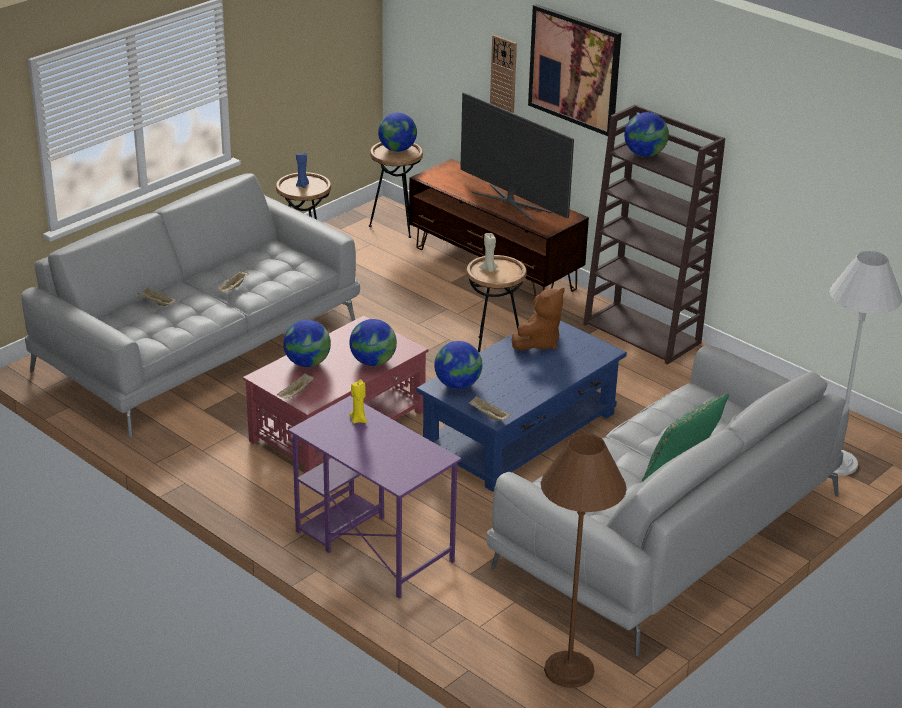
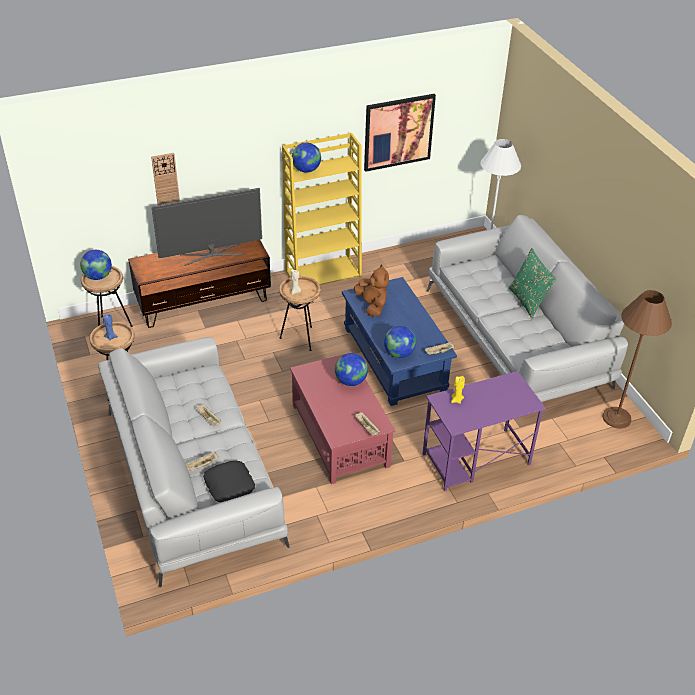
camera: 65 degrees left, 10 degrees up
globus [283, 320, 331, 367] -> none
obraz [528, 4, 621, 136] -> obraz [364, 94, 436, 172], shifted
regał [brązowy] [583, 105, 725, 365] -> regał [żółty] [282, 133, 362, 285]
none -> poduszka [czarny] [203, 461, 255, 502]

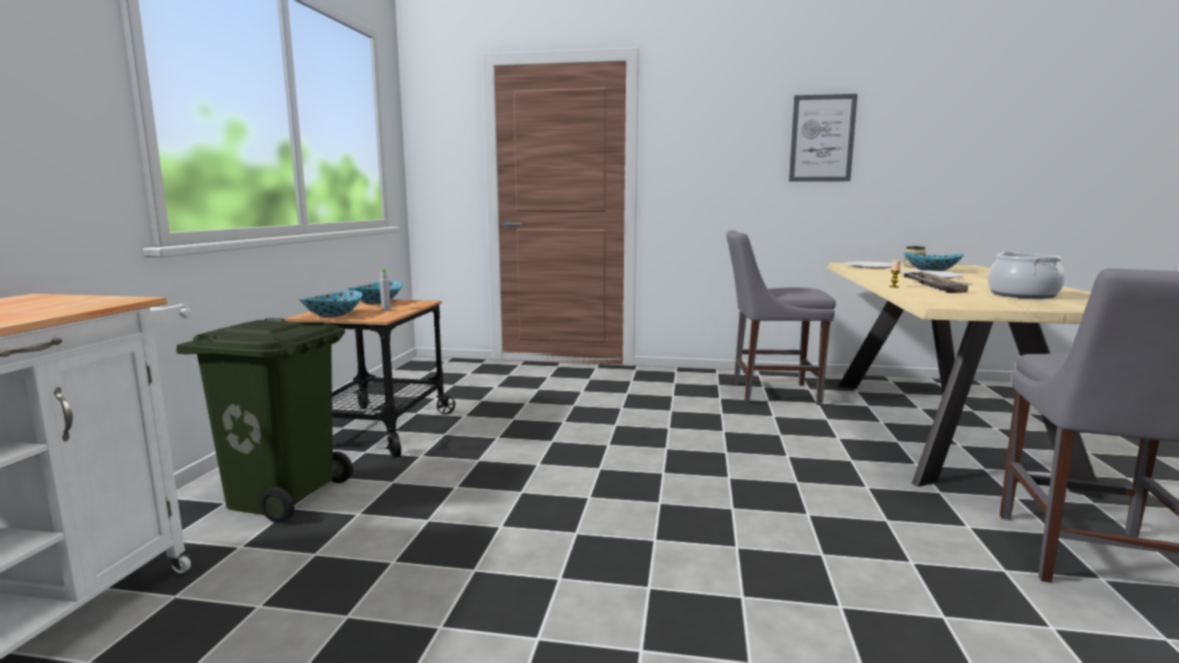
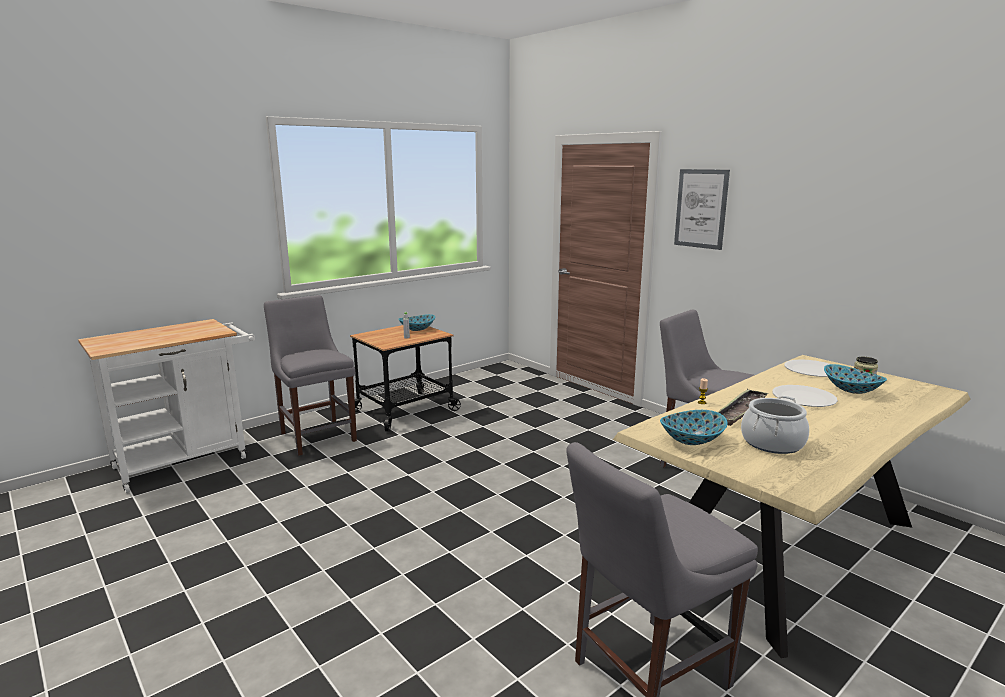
camera: 40 degrees right, 5 degrees up
kosz na śmieci [zielony] [176, 318, 353, 523] -> krzesło [szary] [264, 295, 357, 456]
miska [299, 290, 363, 318] -> miska [660, 410, 728, 445], shifted
obraz [789, 94, 858, 182] -> obraz [674, 169, 730, 250], shifted

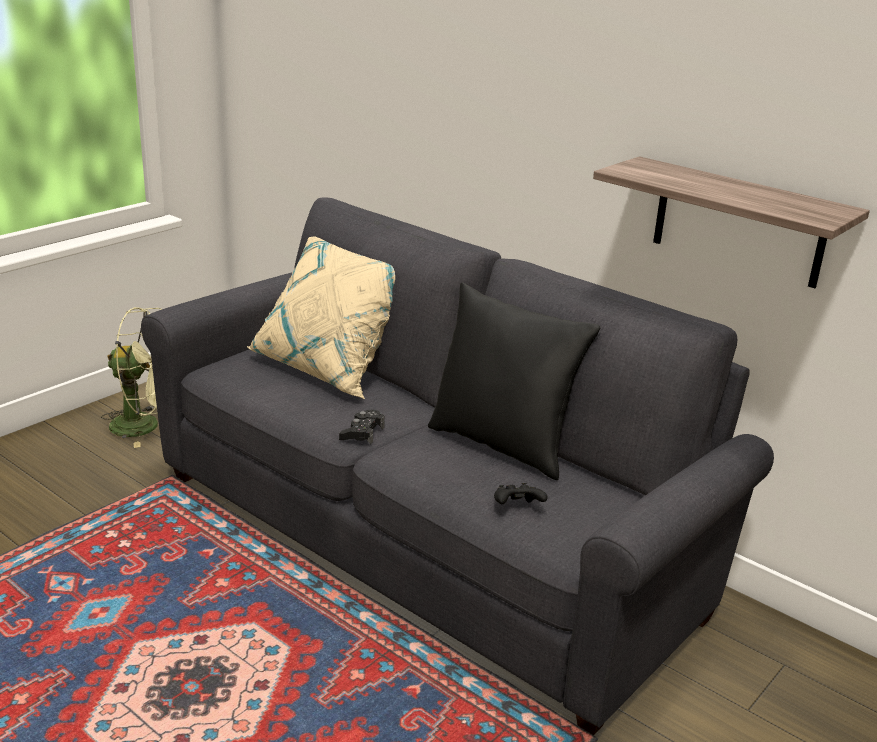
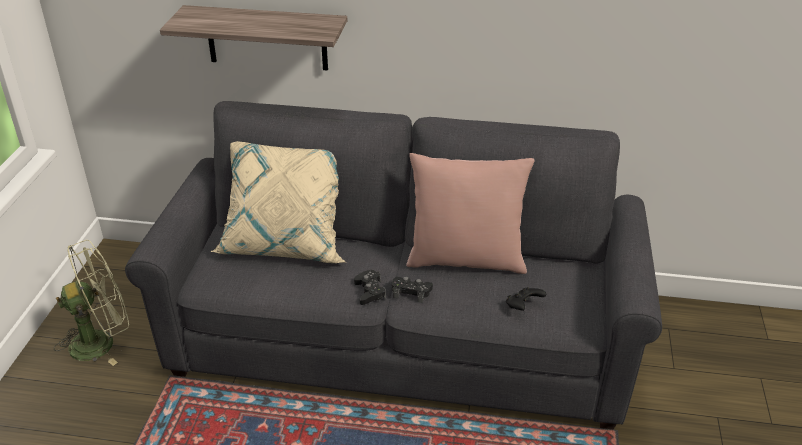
camera: 30 degrees left, 10 degrees up
poduszka [czarny] [428, 282, 600, 480] -> poduszka [różowy] [406, 153, 535, 274]
półka [593, 156, 870, 288] -> półka [160, 5, 347, 70], shifted
none -> pad do gier [czarny] [391, 277, 433, 303]

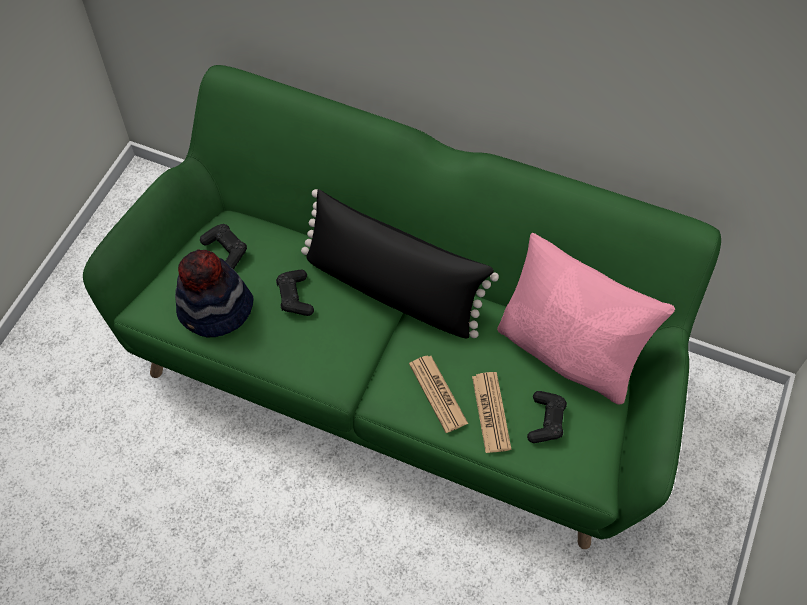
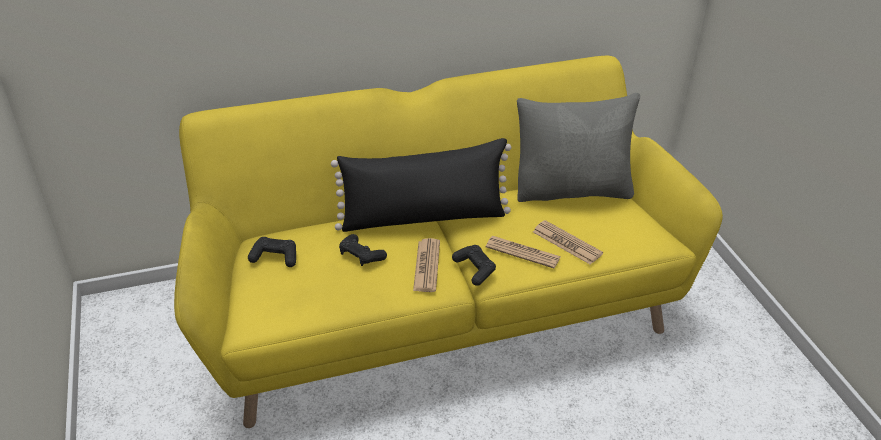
camera: 40 degrees left, 20 degrees down
kanapa [zielony] [83, 65, 721, 549] -> kanapa [żółty] [174, 56, 723, 428]
kapelusz [175, 249, 254, 338] -> none
poduszka [różowy] [497, 233, 675, 405] -> poduszka [szary] [517, 93, 640, 202]
pad do gier [czarny] [527, 391, 567, 443] -> pad do gier [czarny] [452, 245, 496, 286], shifted
none -> gazeta [413, 238, 440, 292]

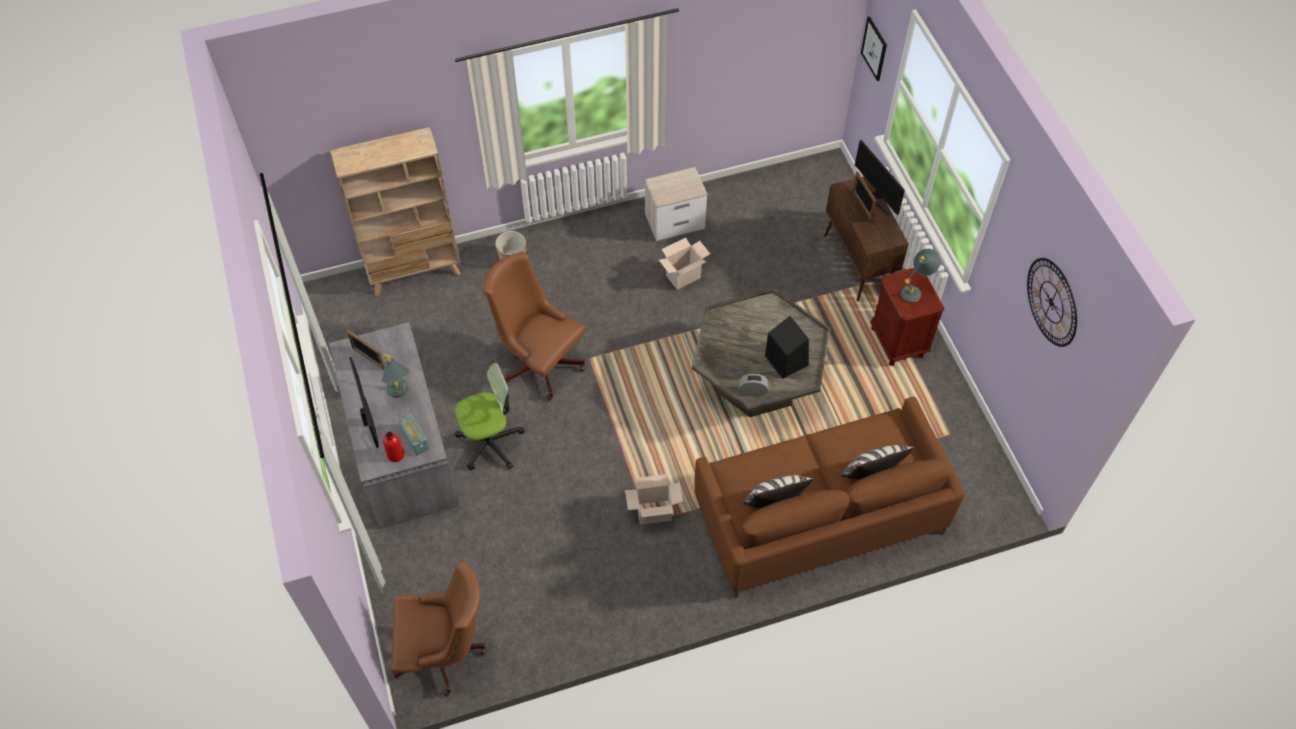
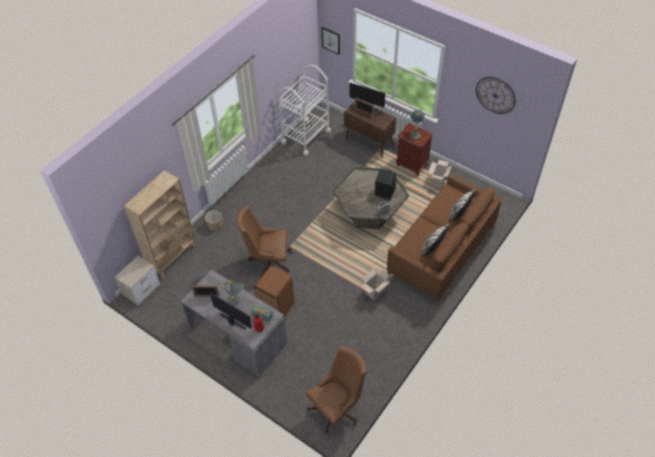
camera: 35 degrees left, 5 degrees down
krzesło biurowe [455, 362, 525, 470] -> kosz na śmieci [brązowy] [254, 266, 295, 317]
szafka nocna [645, 167, 708, 241] -> szafka nocna [115, 256, 160, 306], shifted
karton [659, 237, 710, 290] -> karton [428, 160, 452, 188], shifted
none -> wózek [biały] [278, 65, 331, 156]

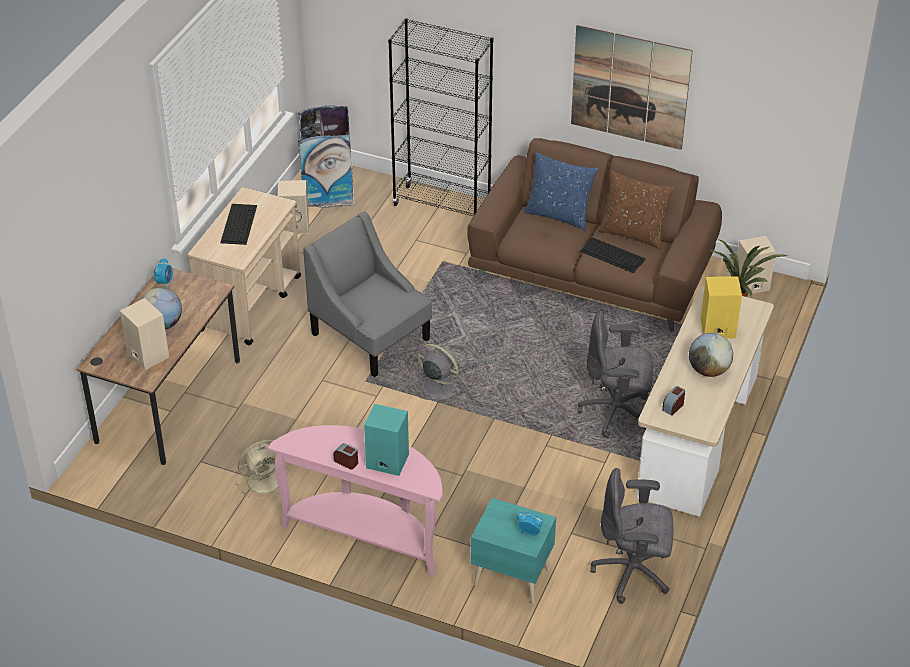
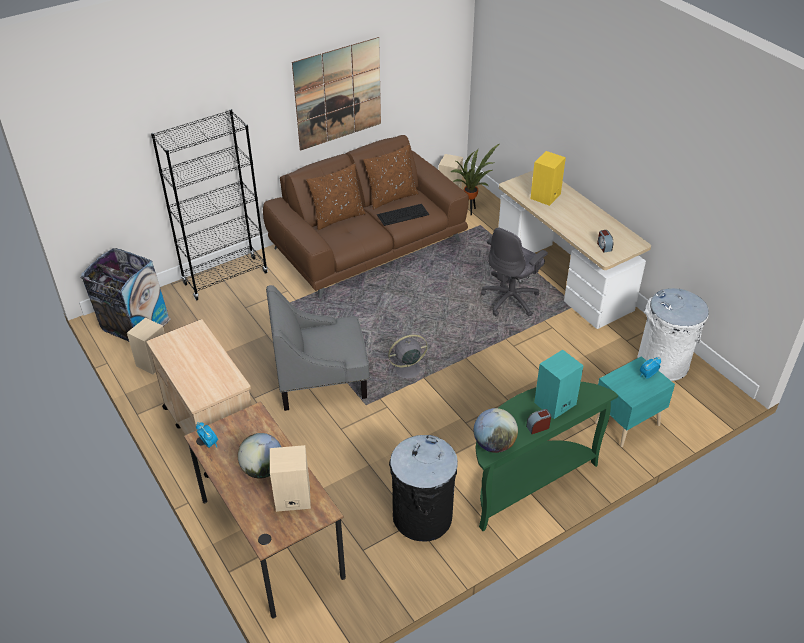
camera: 55 degrees left, 0 degrees up
klawiatura [220, 204, 257, 245] -> none
wentylator [beżowy] [236, 439, 290, 500] -> kosz na śmieci [czarny] [389, 435, 458, 542]
stolik konsolowy [różowy] [268, 425, 443, 576] -> stolik konsolowy [zielony] [476, 382, 618, 531]
poduszka [niebieski] [524, 152, 598, 230] -> poduszka [brązowy] [306, 163, 366, 230]
krzesło biurowe [szary] [590, 468, 673, 604] -> kosz na śmieci [biały] [637, 288, 709, 381]
globus [689, 333, 733, 377] -> globus [474, 408, 518, 453], shifted

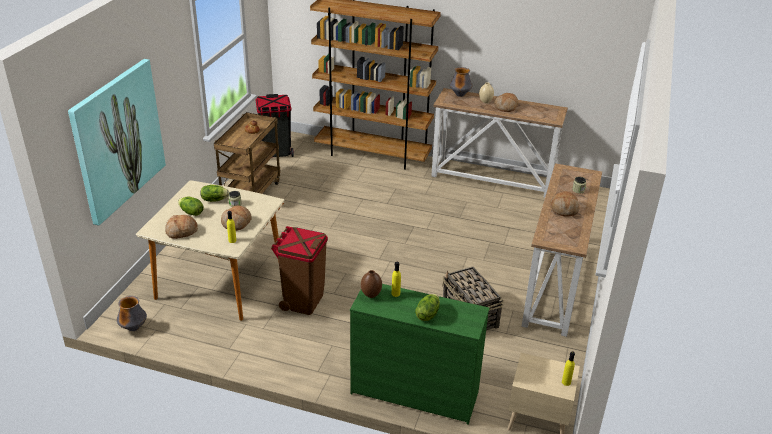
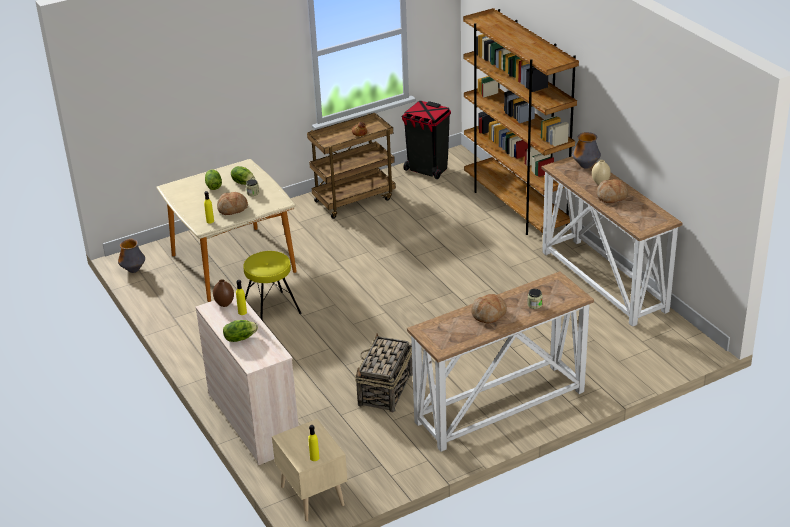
camera: 45 degrees right, 0 degrees up
obraz [68, 59, 166, 226] -> none
chleb [165, 215, 198, 239] -> none
kosz na śmieci [brązowy] [271, 226, 328, 315] -> stołek [żółty] [244, 251, 302, 320]
komoda [zielony] [350, 284, 490, 425] -> komoda [beżowy] [196, 293, 299, 465]

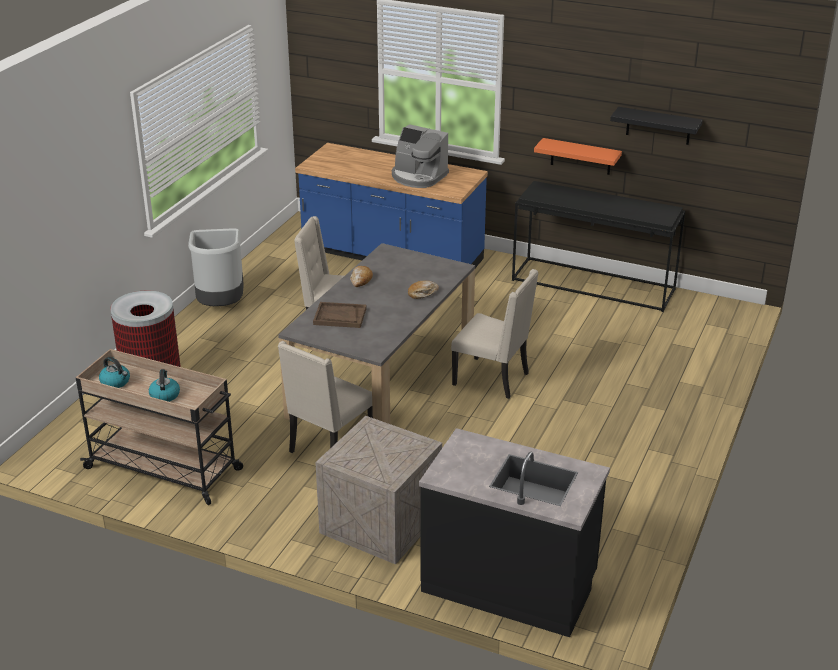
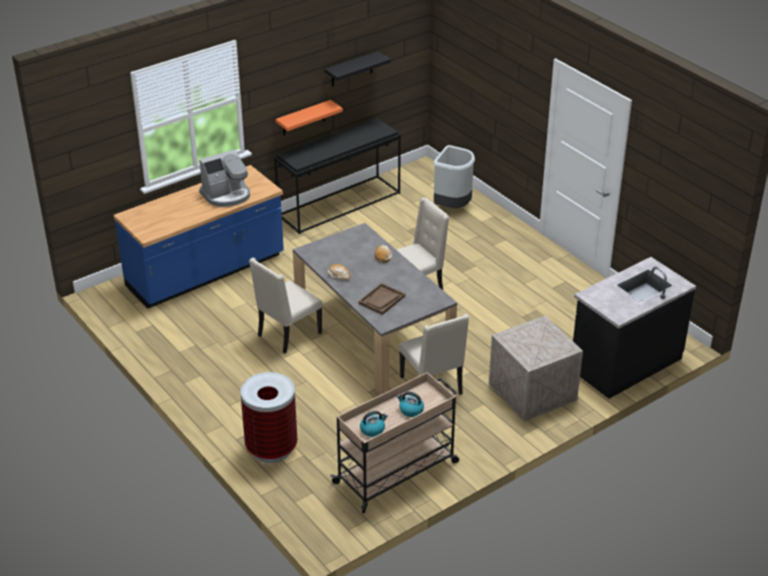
camera: 60 degrees left, 5 degrees up
kosz na śmieci [szary] [188, 228, 244, 306] -> kosz na śmieci [szary] [433, 145, 475, 208], shifted

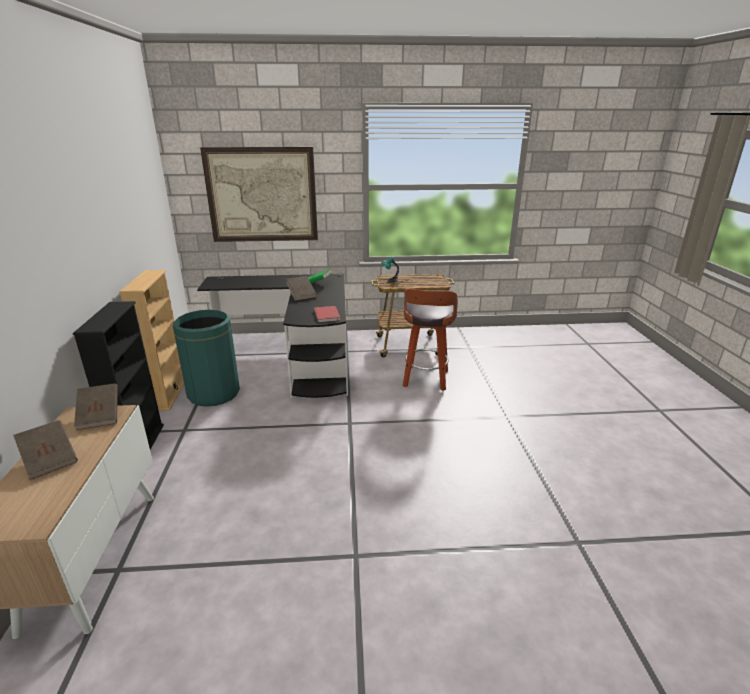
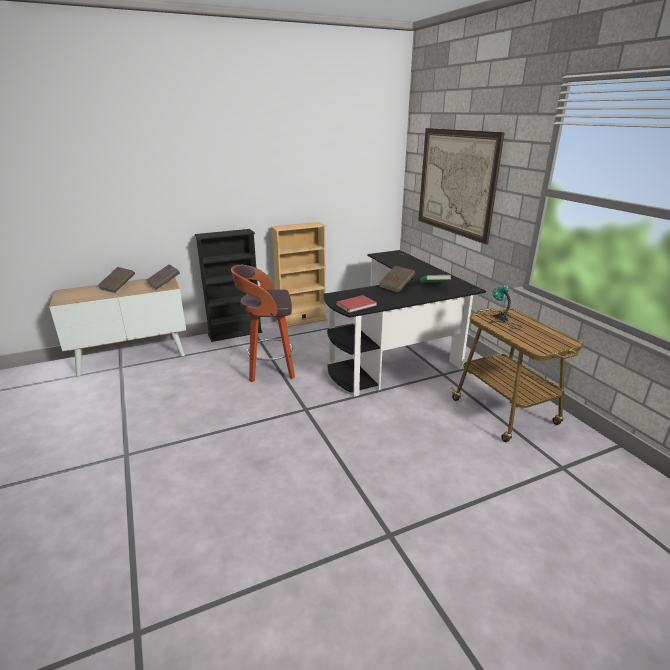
camera: 70 degrees right, 0 degrees up
kosz na śmieci [zielony] [173, 310, 240, 407] -> none
stołek [403, 288, 458, 391] -> stołek [231, 265, 295, 382], shifted

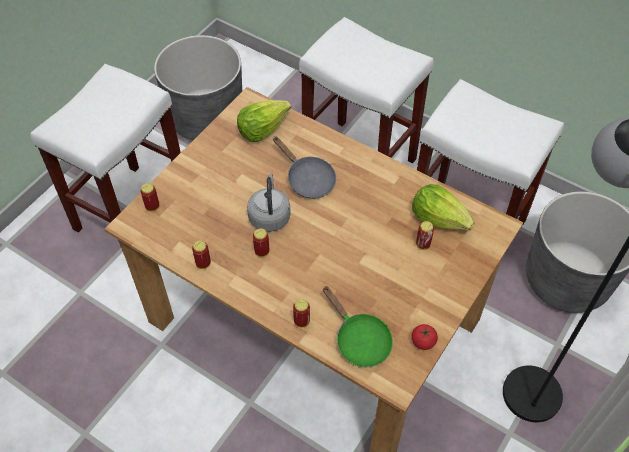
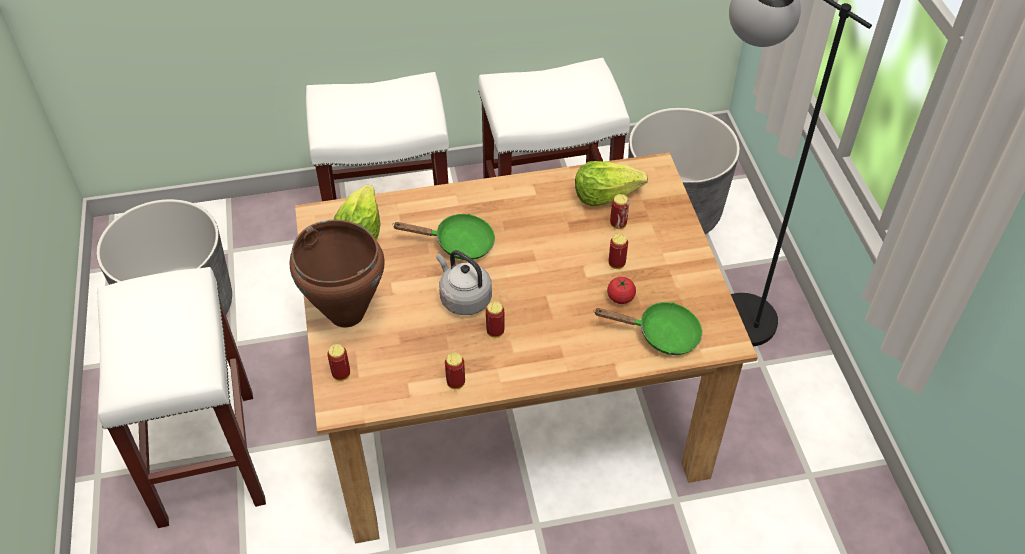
camera: 45 degrees left, 5 degrees down
patelnia [szary] [273, 136, 336, 199] -> patelnia [zielony] [392, 214, 495, 260]
puszka [293, 299, 310, 328] -> puszka [609, 234, 628, 269], shifted
pomidor [411, 324, 438, 350] -> pomidor [607, 277, 636, 304], shifted
none -> garnek [brązowy] [290, 220, 385, 327]

